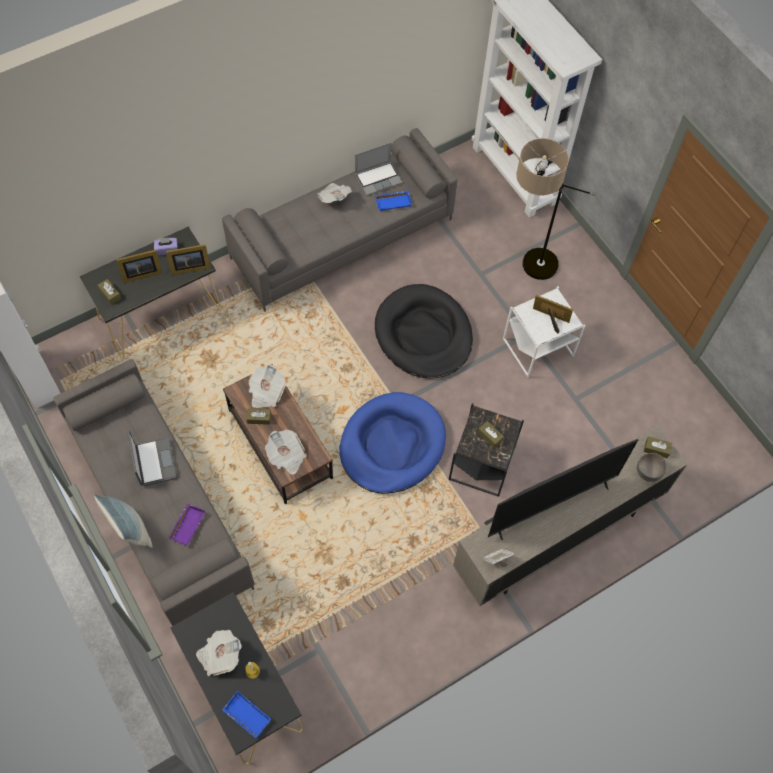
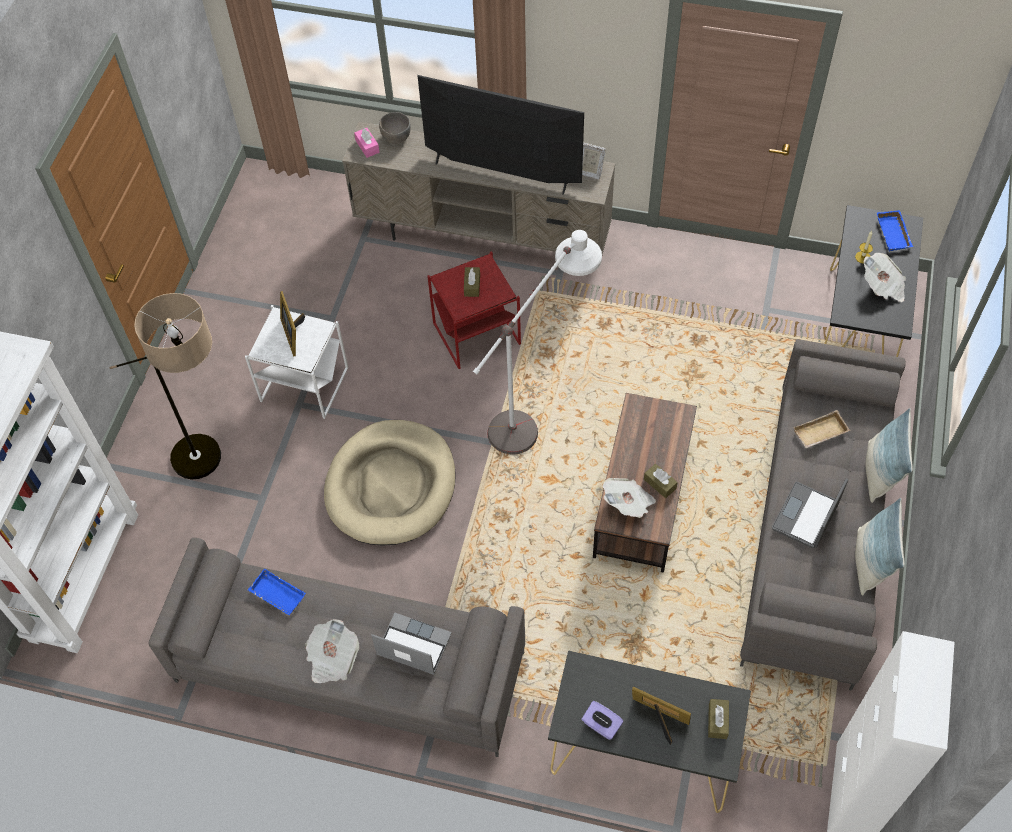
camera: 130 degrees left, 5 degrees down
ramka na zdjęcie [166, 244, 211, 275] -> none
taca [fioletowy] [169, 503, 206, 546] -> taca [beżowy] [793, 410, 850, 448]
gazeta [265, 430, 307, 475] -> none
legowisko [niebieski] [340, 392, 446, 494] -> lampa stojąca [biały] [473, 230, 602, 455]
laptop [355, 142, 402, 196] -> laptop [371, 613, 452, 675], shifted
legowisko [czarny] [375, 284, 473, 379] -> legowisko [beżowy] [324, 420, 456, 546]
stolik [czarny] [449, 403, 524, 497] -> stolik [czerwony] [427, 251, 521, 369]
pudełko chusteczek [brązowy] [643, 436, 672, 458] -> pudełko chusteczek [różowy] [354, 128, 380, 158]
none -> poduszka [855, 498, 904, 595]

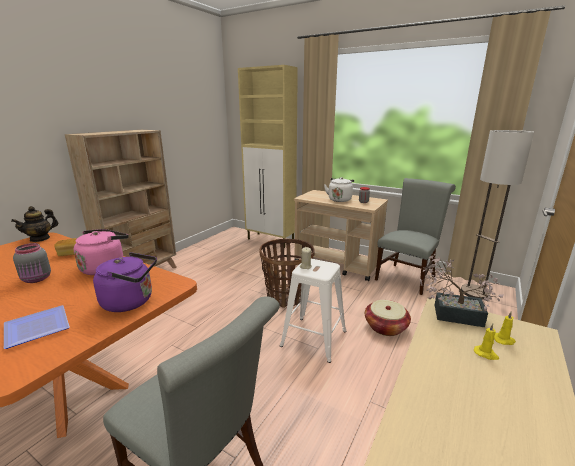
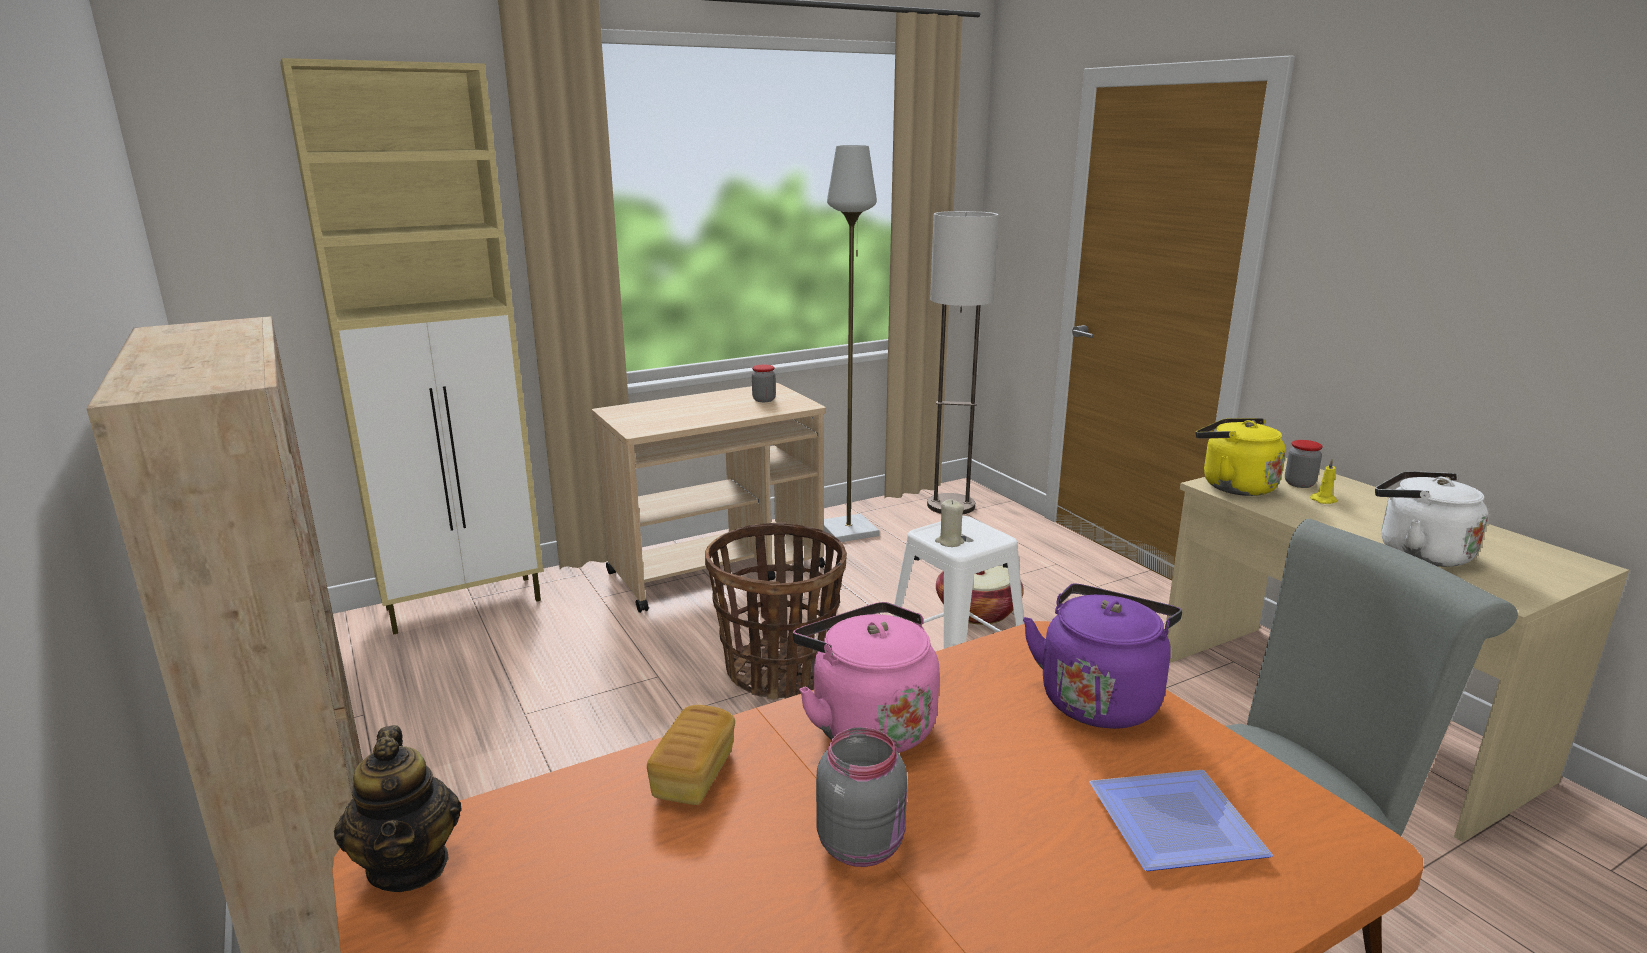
camera: 60 degrees left, 0 degrees up
czajnik [biały] [324, 177, 354, 202] -> czajnik [biały] [1375, 471, 1488, 567], shifted
krzesło [szary] [375, 178, 456, 295] -> lampa stojąca [szary] [824, 145, 879, 542]
roślina doniczkowa [420, 253, 504, 327] -> czajnik [żółty] [1196, 418, 1286, 496]
świeca [żółty] [494, 311, 516, 345] -> słoik [1285, 440, 1323, 488]

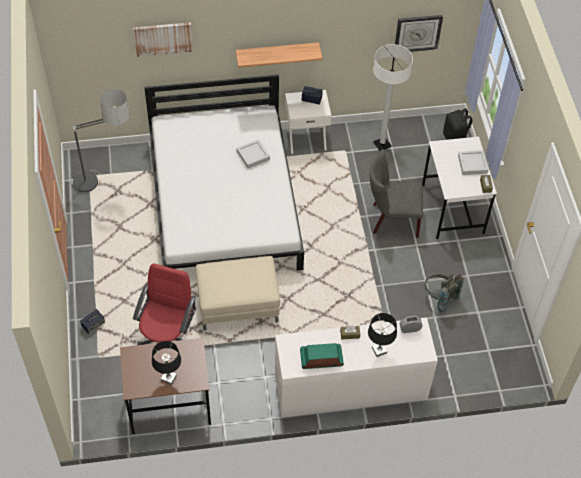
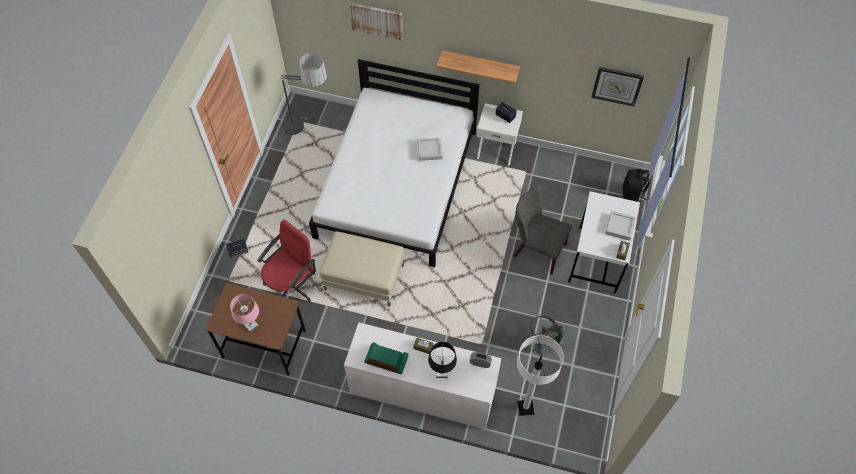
camera: 25 degrees right, 5 degrees up
lampa stołowa [czarny] [152, 341, 181, 385] -> lampa stołowa [różowy] [230, 294, 259, 333]
lampa stojąca [biały] [373, 44, 413, 151] -> lampa stojąca [biały] [517, 335, 564, 416], shifted

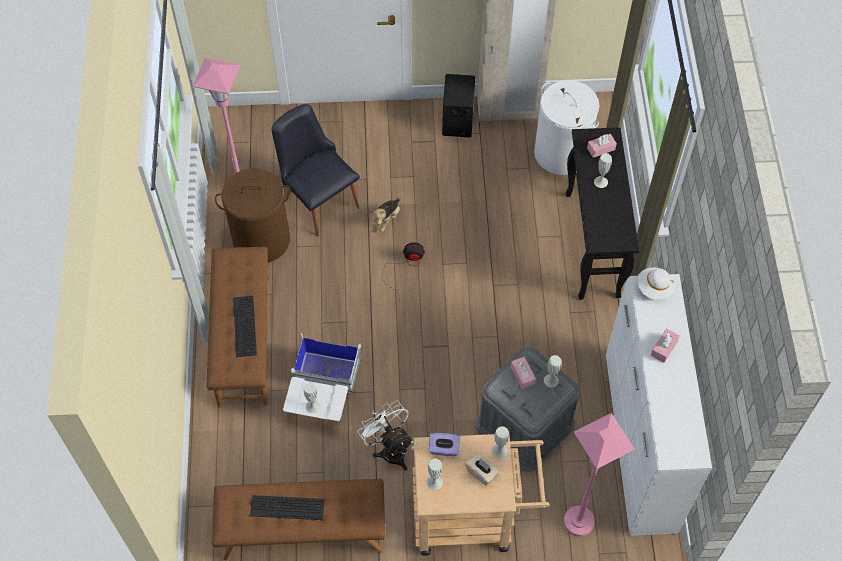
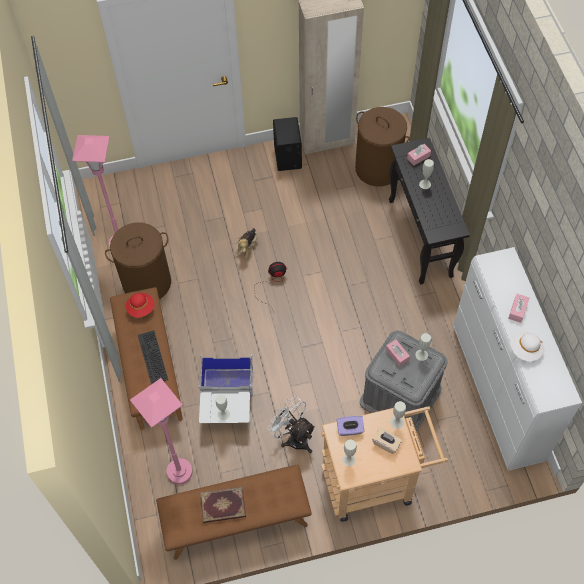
camera: 10 degrees left, 0 degrees up
klawiatura [250, 495, 325, 520] -> książka [200, 487, 246, 523]
krzesło [czarny] [271, 104, 360, 237] -> none
kosz na pranie [biały] [534, 80, 600, 175] -> kosz na pranie [brązowy] [355, 107, 410, 186]
lampa stojąca [różowy] [564, 413, 635, 537] -> lampa stojąca [różowy] [130, 378, 193, 484], shifted
kapelusz [biały] [637, 267, 674, 300] -> kapelusz [biały] [511, 332, 544, 361], shifted
none -> kapelusz [czerwony] [126, 293, 154, 317]

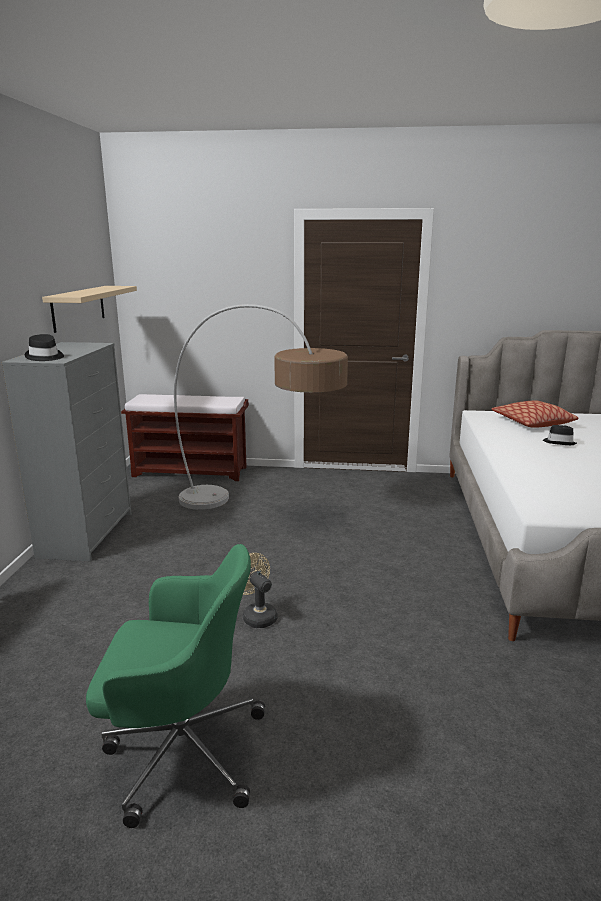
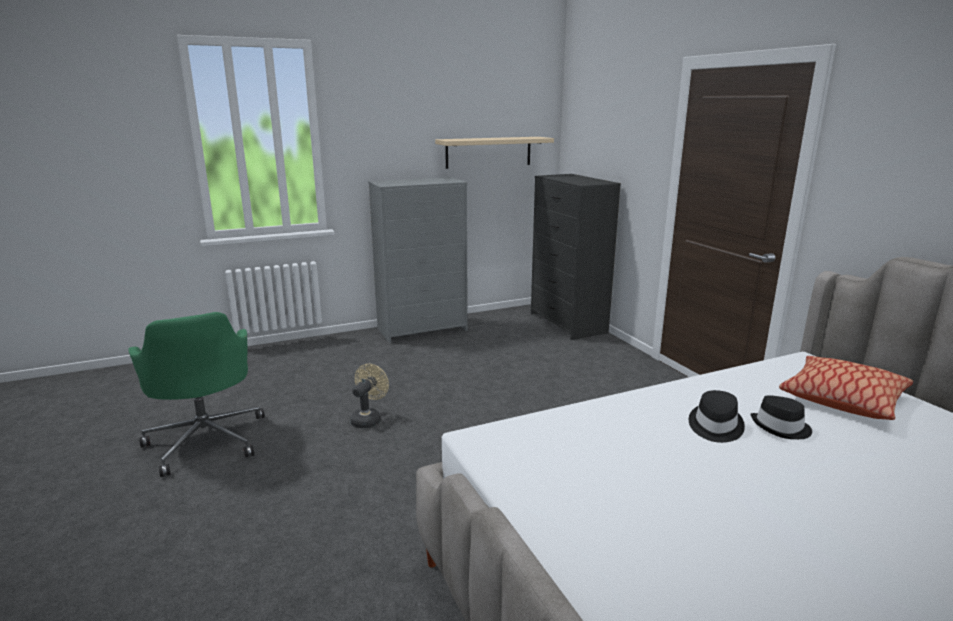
camera: 60 degrees right, 0 degrees up
kapelusz [czarny] [25, 334, 64, 361] -> kapelusz [czarny] [689, 390, 745, 443], shifted
ławka [brązowy] [121, 394, 249, 481] -> komoda [czarny] [531, 174, 621, 340]
lampa stojąca [174, 304, 348, 510] -> none

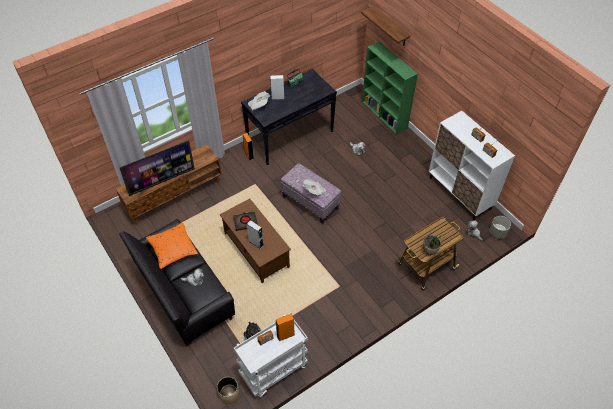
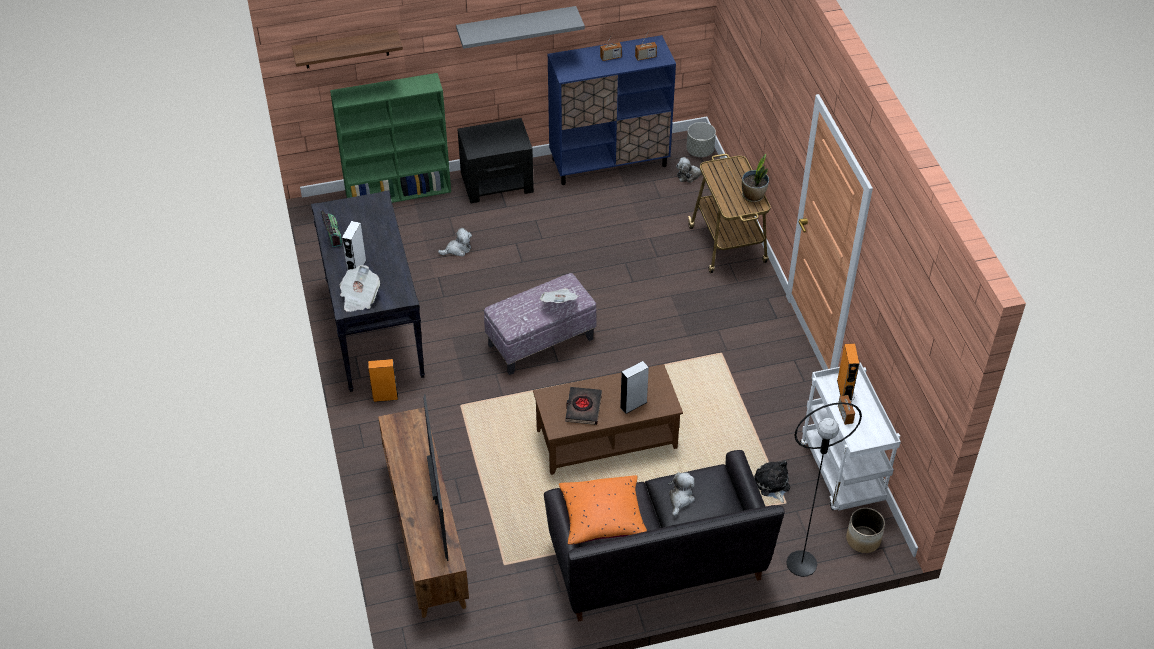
camera: 70 degrees left, 5 degrees down
szafka [biały] [429, 111, 515, 220] -> szafka [niebieski] [548, 35, 676, 185]
none -> półka [szary] [456, 6, 585, 49]
none -> szafka nocna [czarny] [458, 118, 534, 203]
none -> lampa stojąca [czarny] [787, 402, 862, 577]

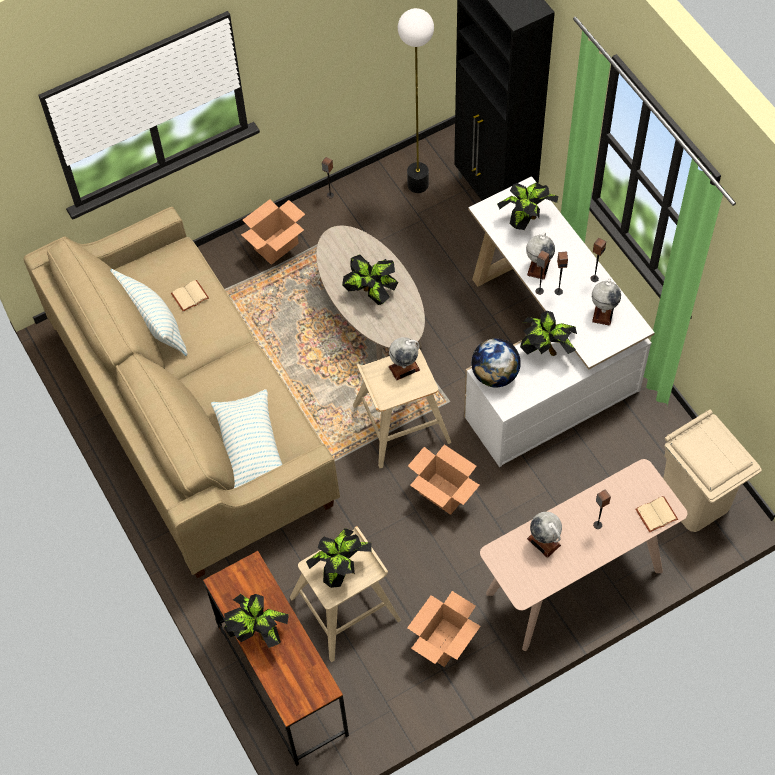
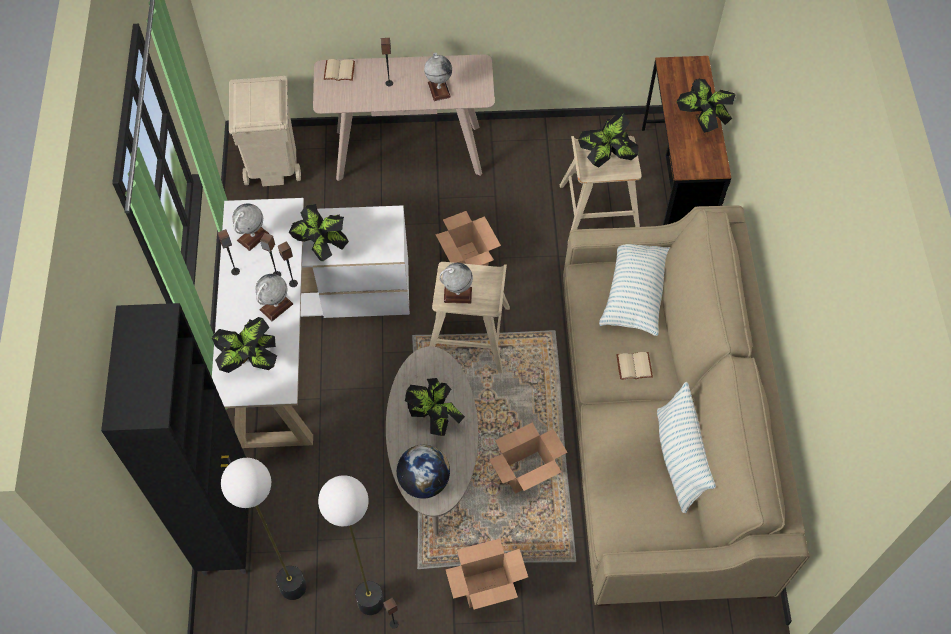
camera: 155 degrees left, 0 degrees up
książka [beżowy] [171, 280, 209, 312] -> książka [beżowy] [616, 352, 653, 380], shifted
karton [407, 591, 481, 667] -> karton [489, 422, 568, 494], shifted
globus [471, 338, 521, 387] -> globus [397, 445, 450, 499], shifted
none -> lampa stojąca [318, 475, 384, 615]

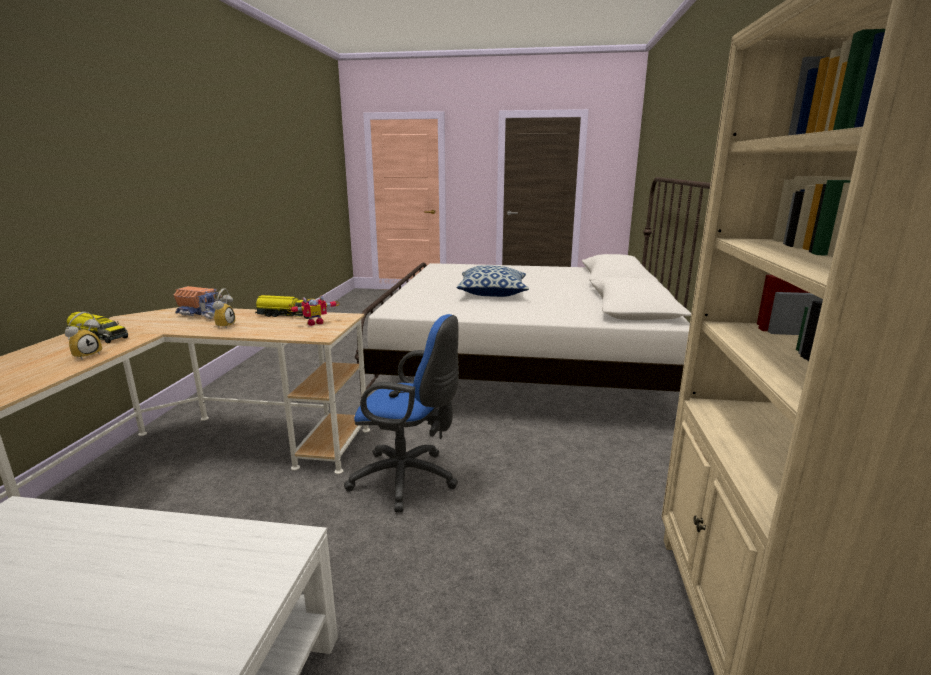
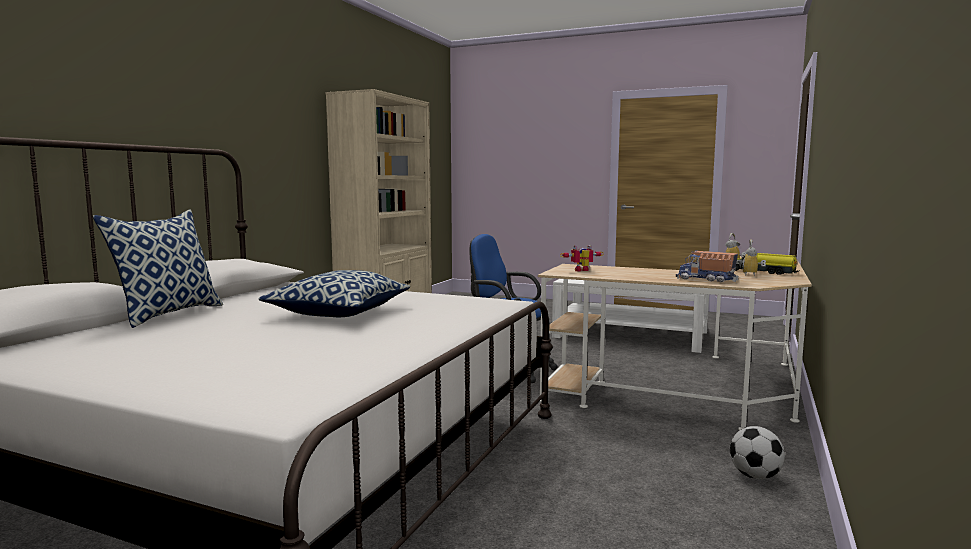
camera: 165 degrees left, 10 degrees down
budzik [208, 288, 235, 329] -> budzik [742, 240, 766, 277], shifted
ciężarówka zabawkowa [255, 295, 309, 319] -> none
none -> poduszka [93, 210, 223, 328]
none -> piłka futbolowa [730, 426, 785, 479]

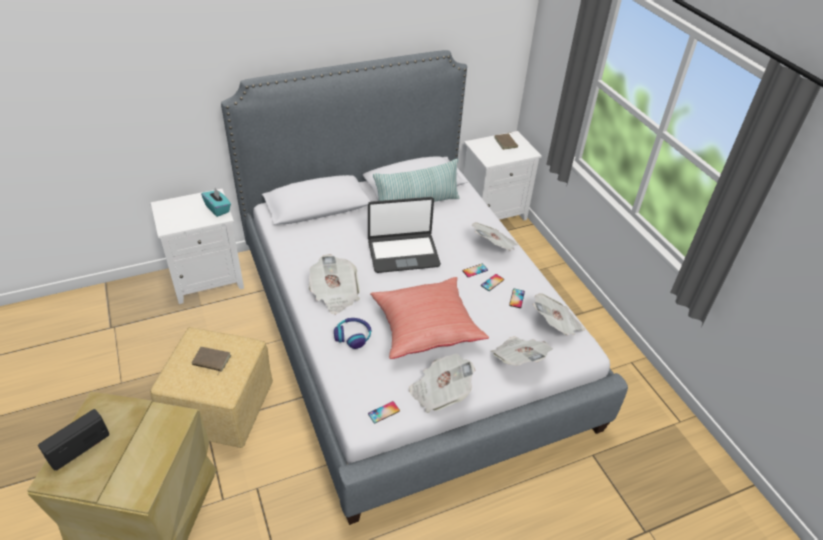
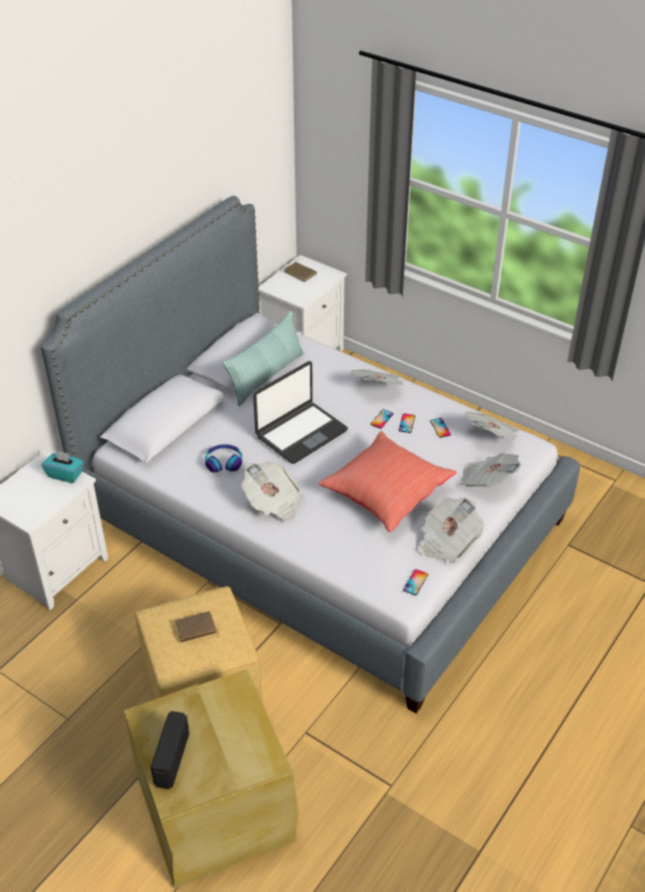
camera: 30 degrees left, 0 degrees up
słuchawki [334, 318, 372, 349] -> słuchawki [205, 444, 242, 473], shifted

